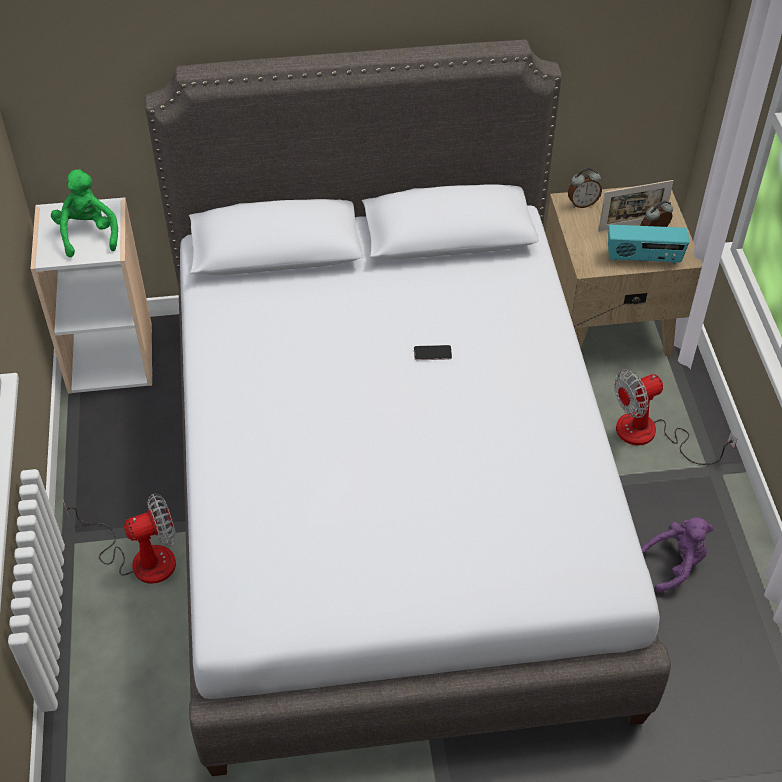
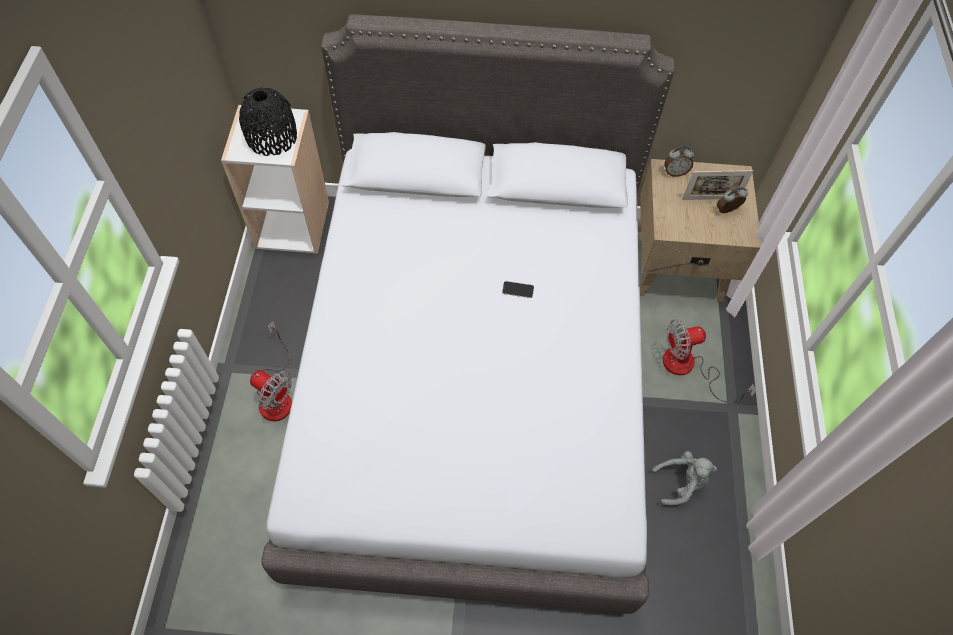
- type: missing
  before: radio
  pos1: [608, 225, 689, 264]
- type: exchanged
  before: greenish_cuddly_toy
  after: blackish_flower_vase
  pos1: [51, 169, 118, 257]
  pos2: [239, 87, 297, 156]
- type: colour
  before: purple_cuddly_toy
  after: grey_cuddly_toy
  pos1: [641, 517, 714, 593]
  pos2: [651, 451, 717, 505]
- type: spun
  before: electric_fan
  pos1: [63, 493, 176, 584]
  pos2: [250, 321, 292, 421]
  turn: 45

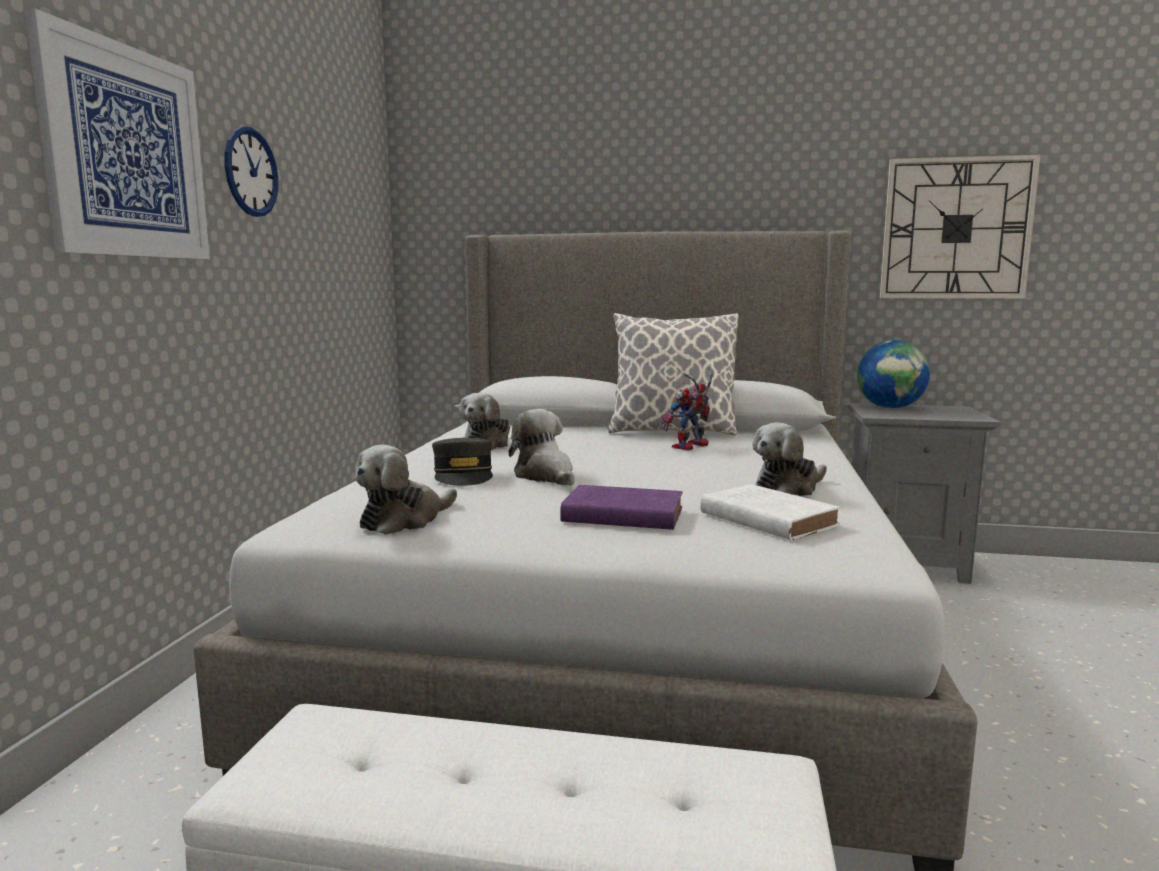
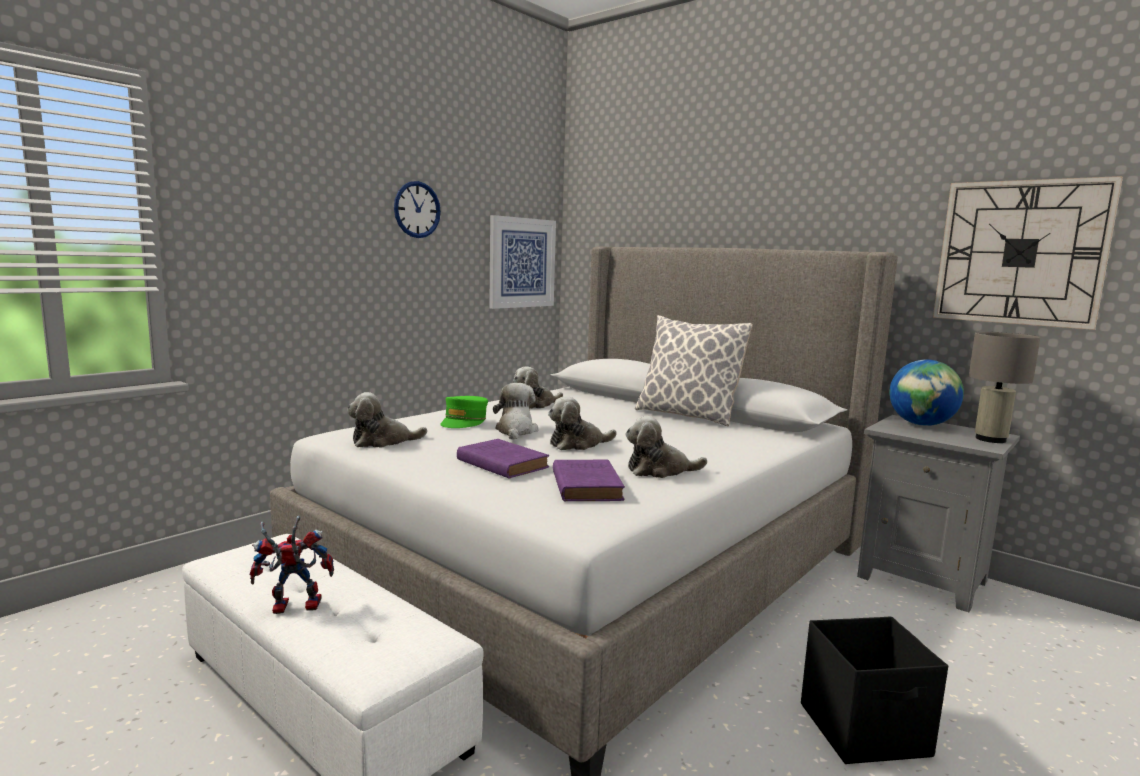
- type: appeared
  after: cuddly_toy
  pos2: [548, 396, 617, 450]
- type: appeared
  after: blackish_storage_container
  pos2: [801, 616, 948, 764]
- type: appeared
  after: grey_table_lamp
  pos2: [969, 332, 1040, 443]
- type: relocated
  before: picture
  pos1: [25, 8, 210, 259]
  pos2: [489, 215, 556, 309]
- type: relocated
  before: toy_robot
  pos1: [659, 366, 713, 450]
  pos2: [249, 516, 334, 614]
- type: colour
  before: grey_baseball_cap
  after: greenish_baseball_cap
  pos1: [432, 438, 493, 486]
  pos2: [440, 396, 488, 428]
- type: colour
  before: whitish_bound_book
  after: purple_bound_book
  pos1: [700, 484, 841, 540]
  pos2: [553, 460, 625, 501]

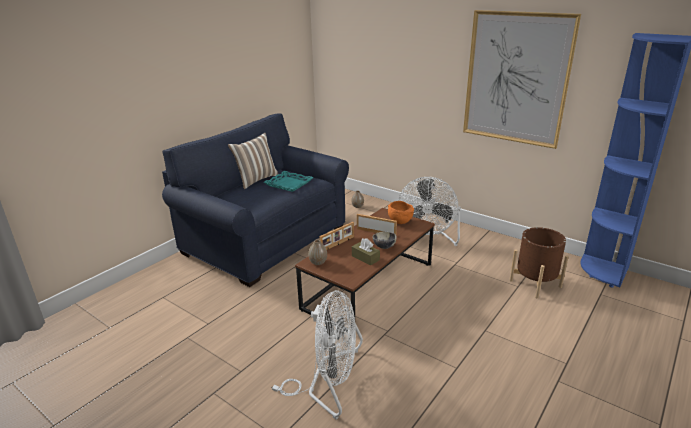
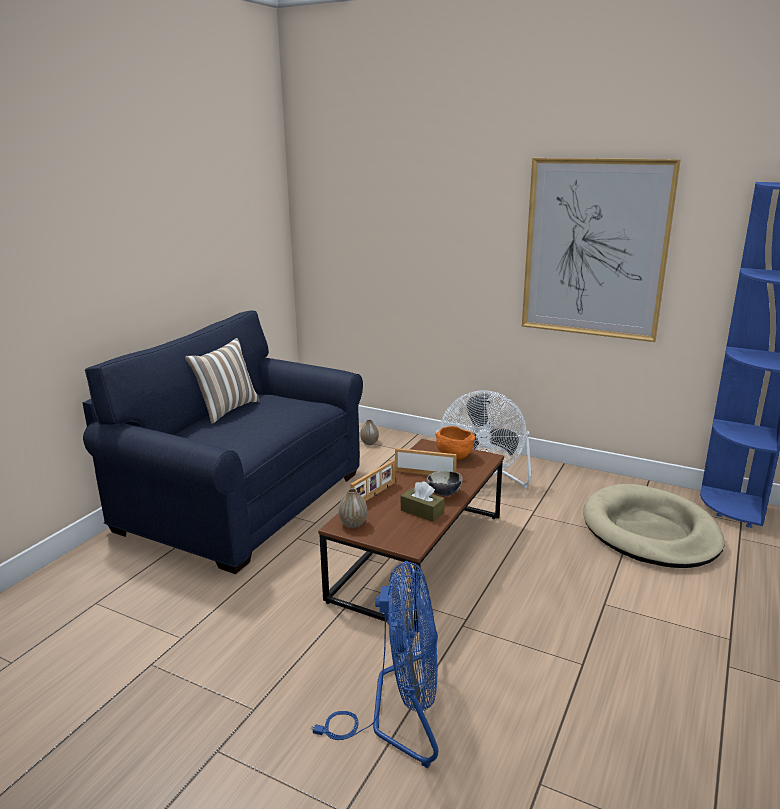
- type: missing
  before: turquoise-coloured_serving_tray
  pos1: [264, 171, 314, 192]
- type: exchanged
  before: brown-coloured_flower_pot
  after: beige-coloured_dog_cushion
  pos1: [509, 227, 569, 298]
  pos2: [583, 484, 725, 568]
- type: colour
  before: whitish_electric_fan
  after: blue_electric_fan
  pos1: [271, 290, 363, 420]
  pos2: [311, 561, 438, 769]

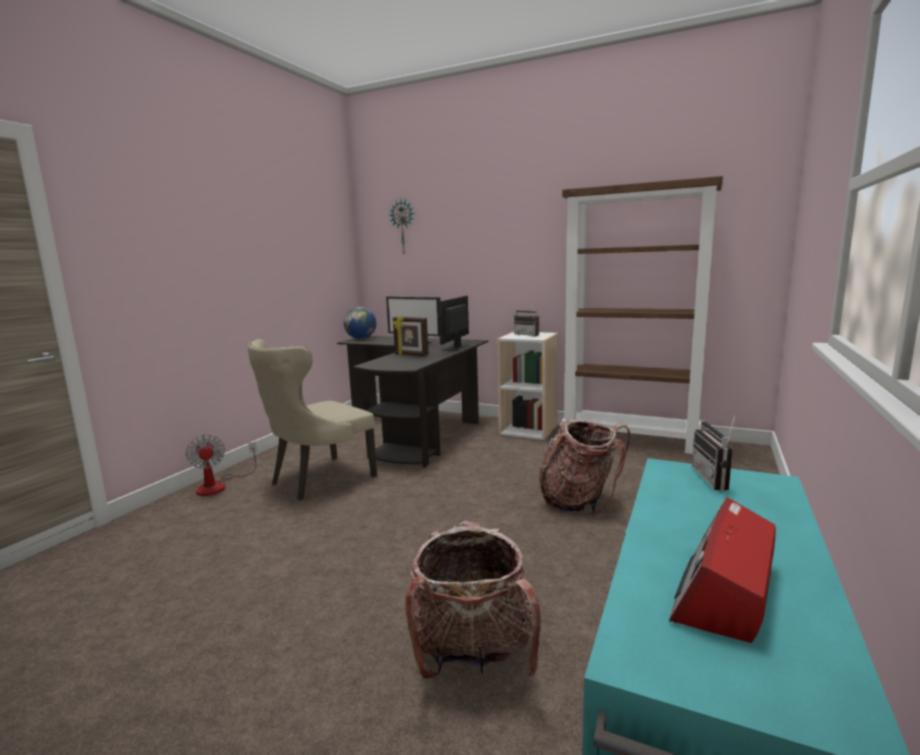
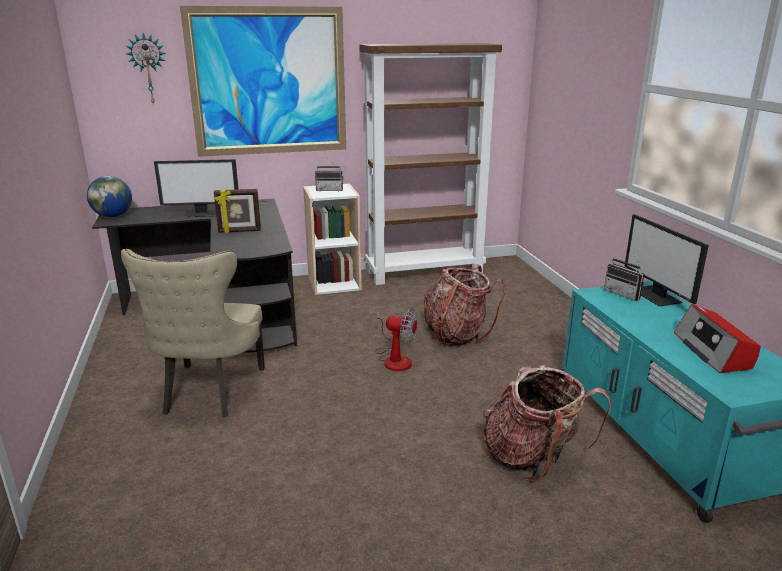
- type: appeared
  after: picture
  pos2: [180, 6, 346, 157]
- type: relocated
  before: electric_fan
  pos1: [186, 435, 257, 496]
  pos2: [375, 308, 418, 371]
- type: relocated
  before: computer_screen
  pos1: [438, 296, 470, 351]
  pos2: [625, 214, 709, 307]

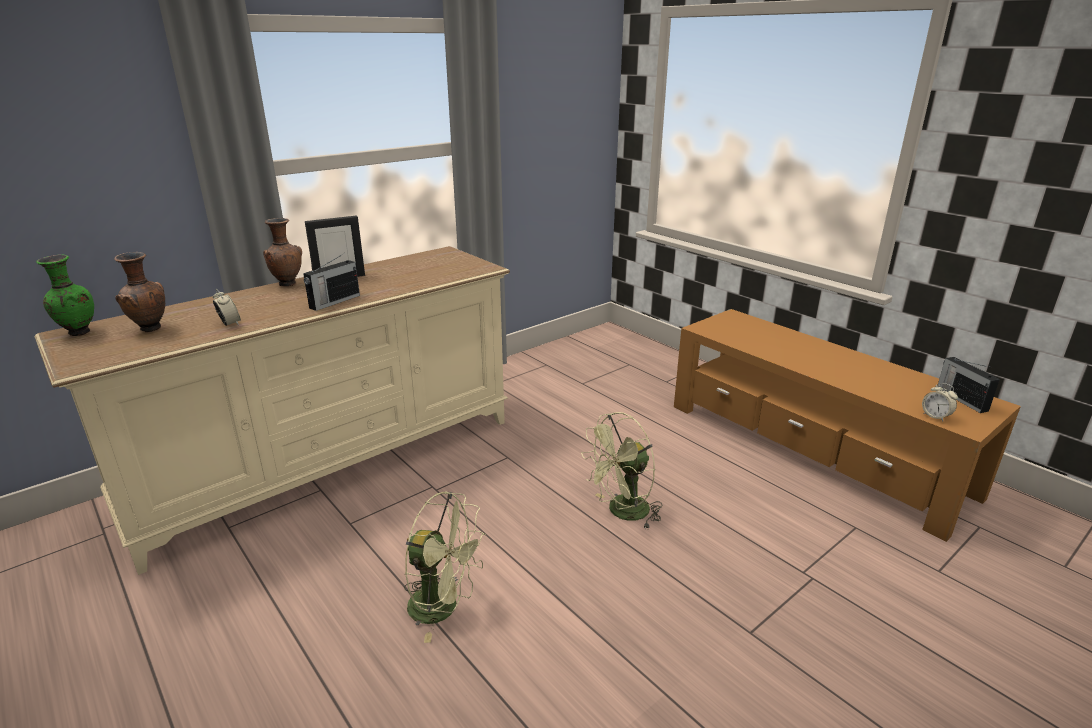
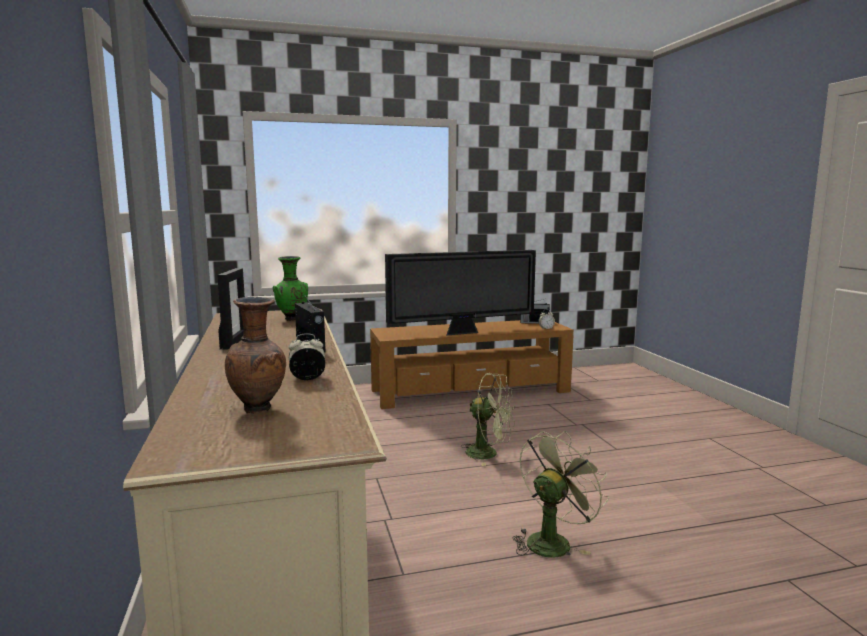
- type: missing
  before: brown-coloured_flower_vase
  pos1: [263, 218, 302, 286]
- type: appeared
  after: TV
  pos2: [385, 250, 536, 336]
- type: relocated
  before: greenish_flower_vase
  pos1: [36, 255, 94, 336]
  pos2: [273, 256, 308, 321]
- type: spun
  before: greenish_electric_fan
  pos1: [581, 412, 663, 528]
  pos2: [460, 373, 515, 466]
  turn: -60

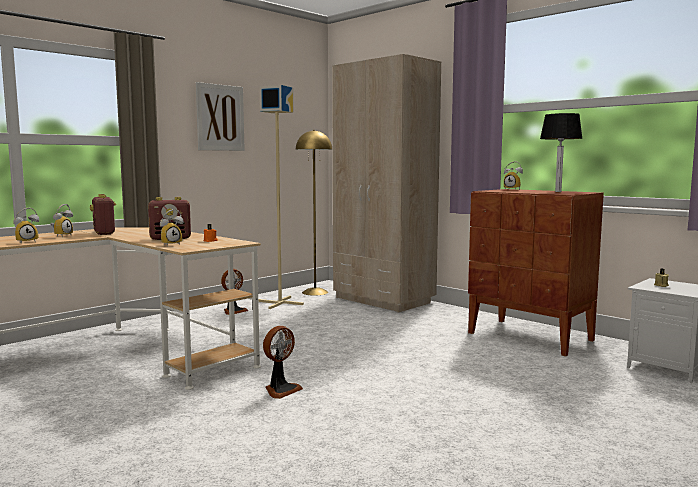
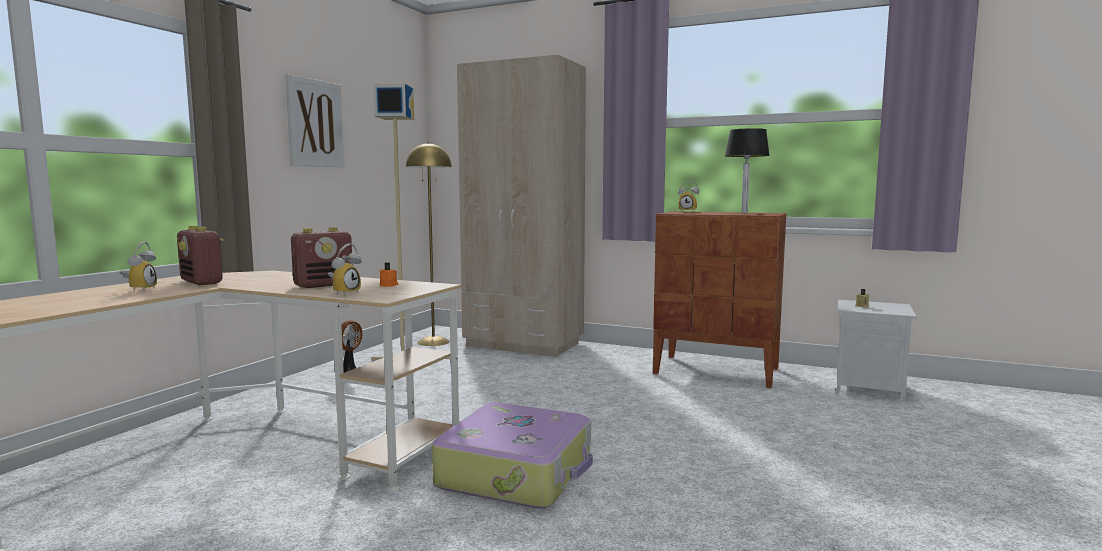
- type: missing
  before: alarm_clock
  pos1: [13, 208, 39, 244]
- type: exchanged
  before: electric_fan
  after: piece_of_luggage
  pos1: [263, 326, 303, 399]
  pos2: [432, 402, 593, 508]

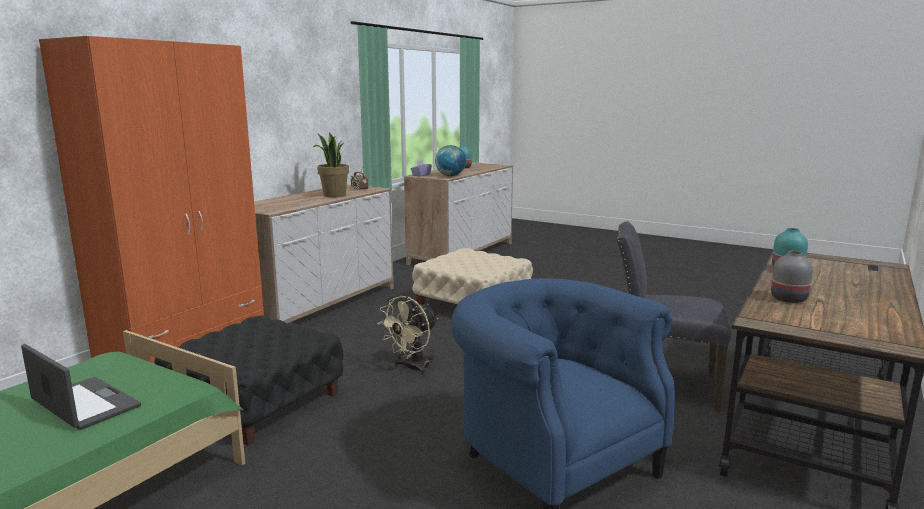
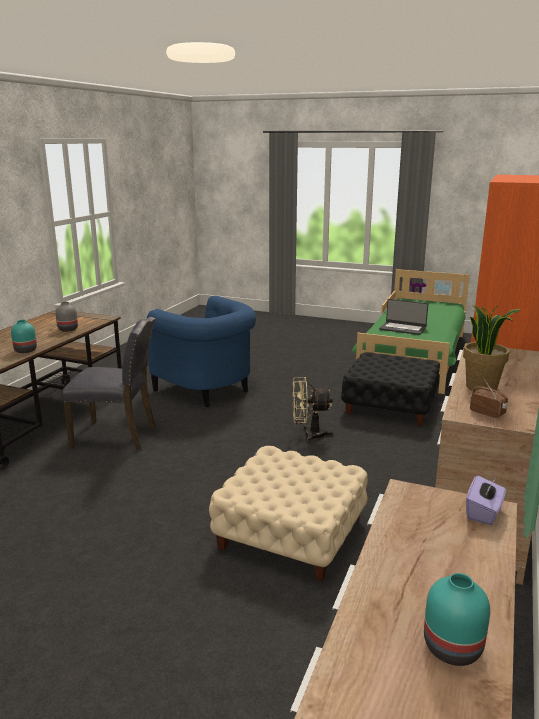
- type: missing
  before: desk_globe
  pos1: [435, 145, 466, 176]
- type: spun
  before: beige-coloured_electric_fan
  pos1: [378, 296, 438, 375]
  pos2: [292, 377, 333, 443]
  turn: -120

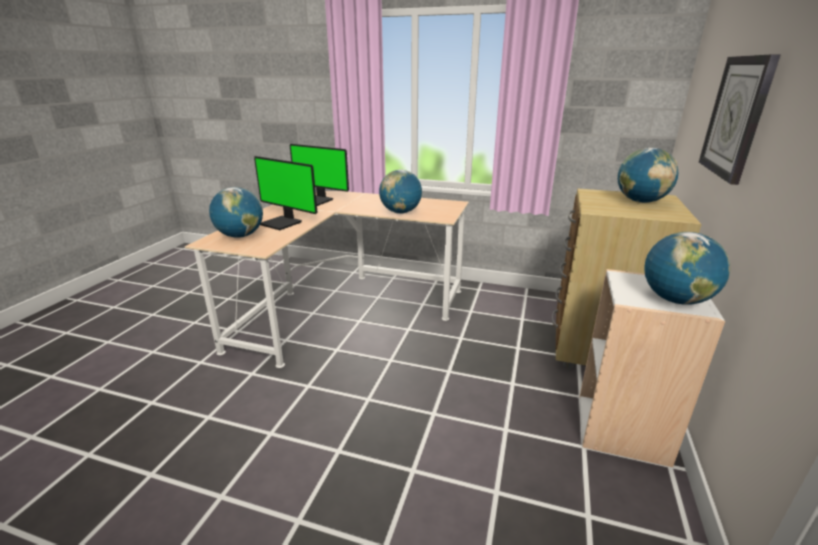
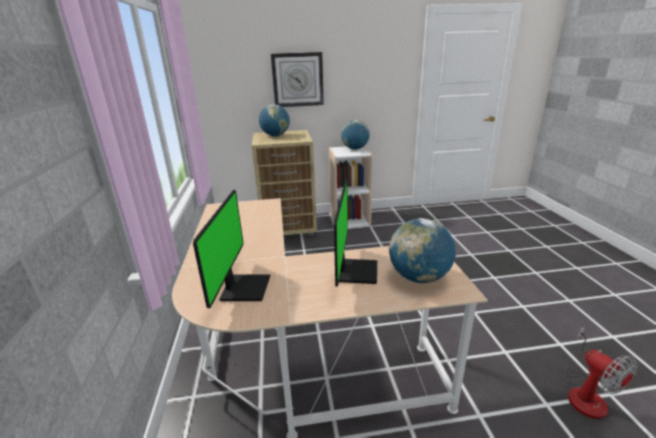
- type: missing
  before: desk_globe
  pos1: [379, 169, 422, 214]
- type: appeared
  after: electric_fan
  pos2: [563, 327, 637, 419]

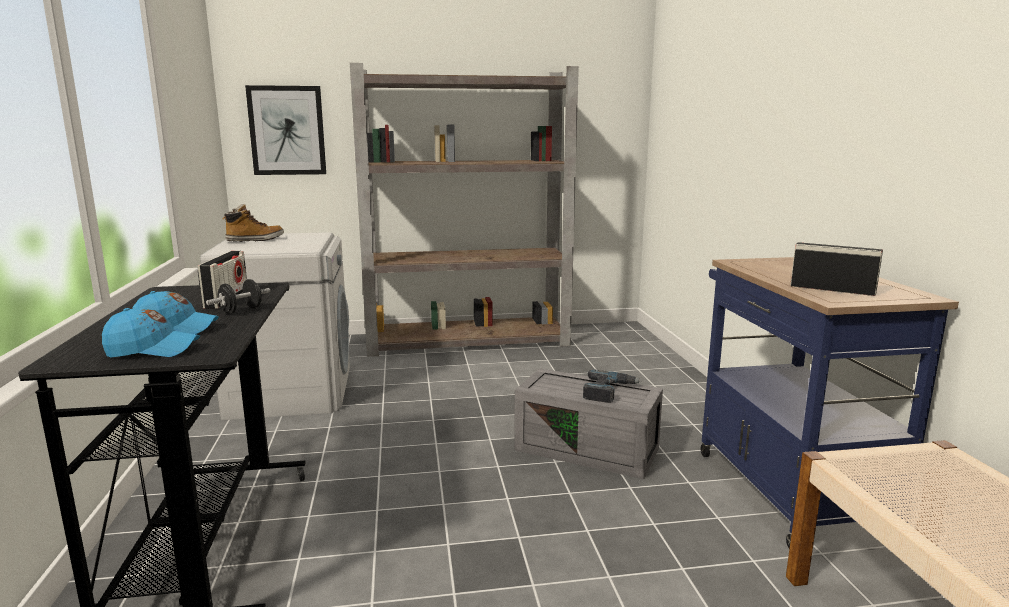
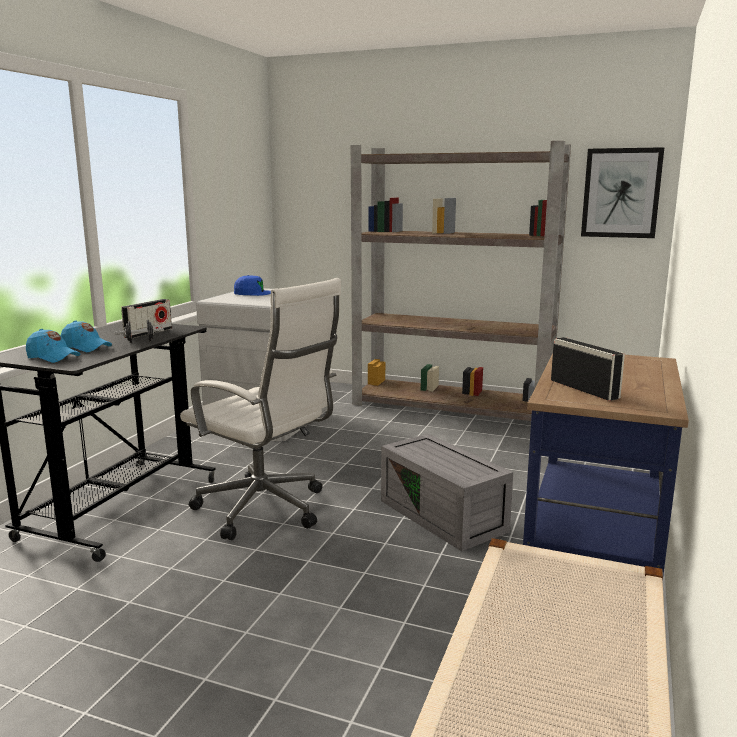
- type: missing
  before: power_drill
  pos1: [583, 369, 641, 403]
- type: appeared
  after: whitish_office_chair
  pos2: [180, 278, 341, 540]
- type: relocated
  before: picture
  pos1: [245, 85, 326, 175]
  pos2: [581, 147, 664, 238]
- type: exchanged
  before: tall_boot
  after: blue_baseball_cap
  pos1: [223, 204, 284, 242]
  pos2: [234, 275, 271, 296]

